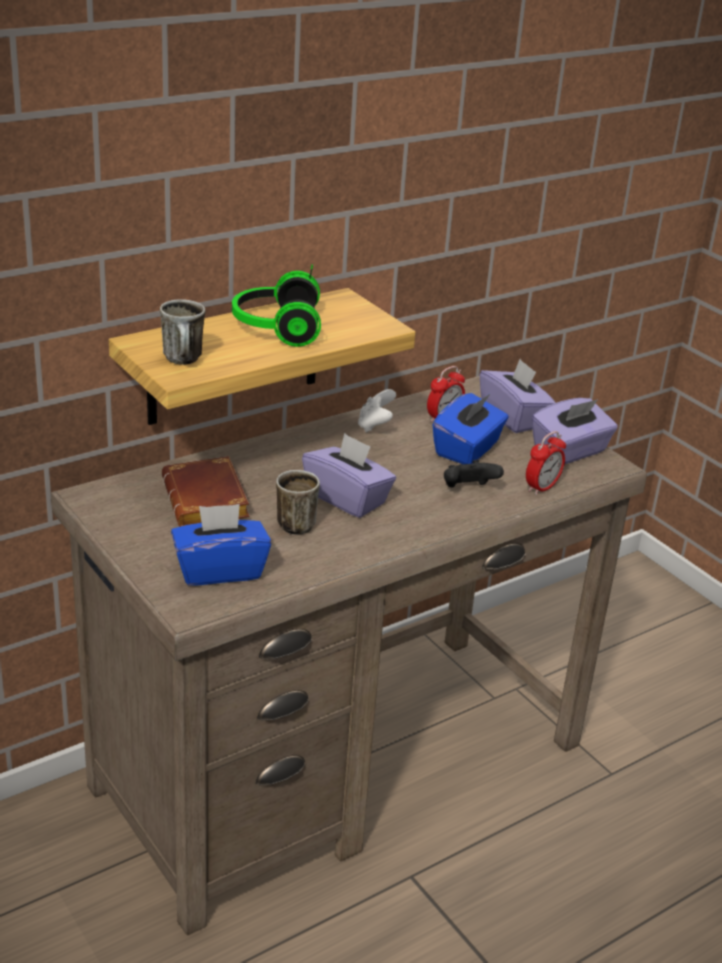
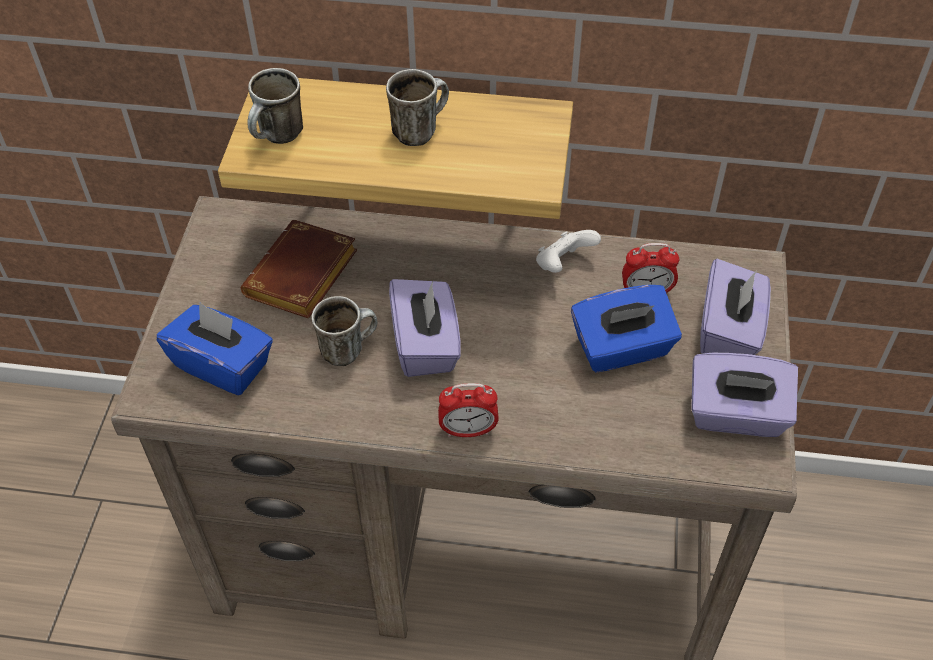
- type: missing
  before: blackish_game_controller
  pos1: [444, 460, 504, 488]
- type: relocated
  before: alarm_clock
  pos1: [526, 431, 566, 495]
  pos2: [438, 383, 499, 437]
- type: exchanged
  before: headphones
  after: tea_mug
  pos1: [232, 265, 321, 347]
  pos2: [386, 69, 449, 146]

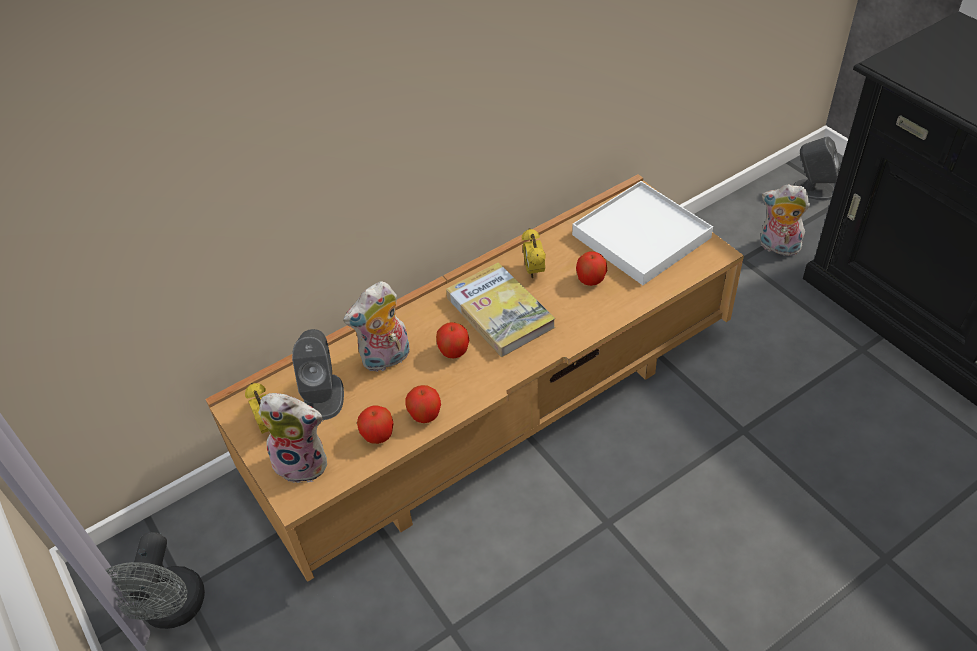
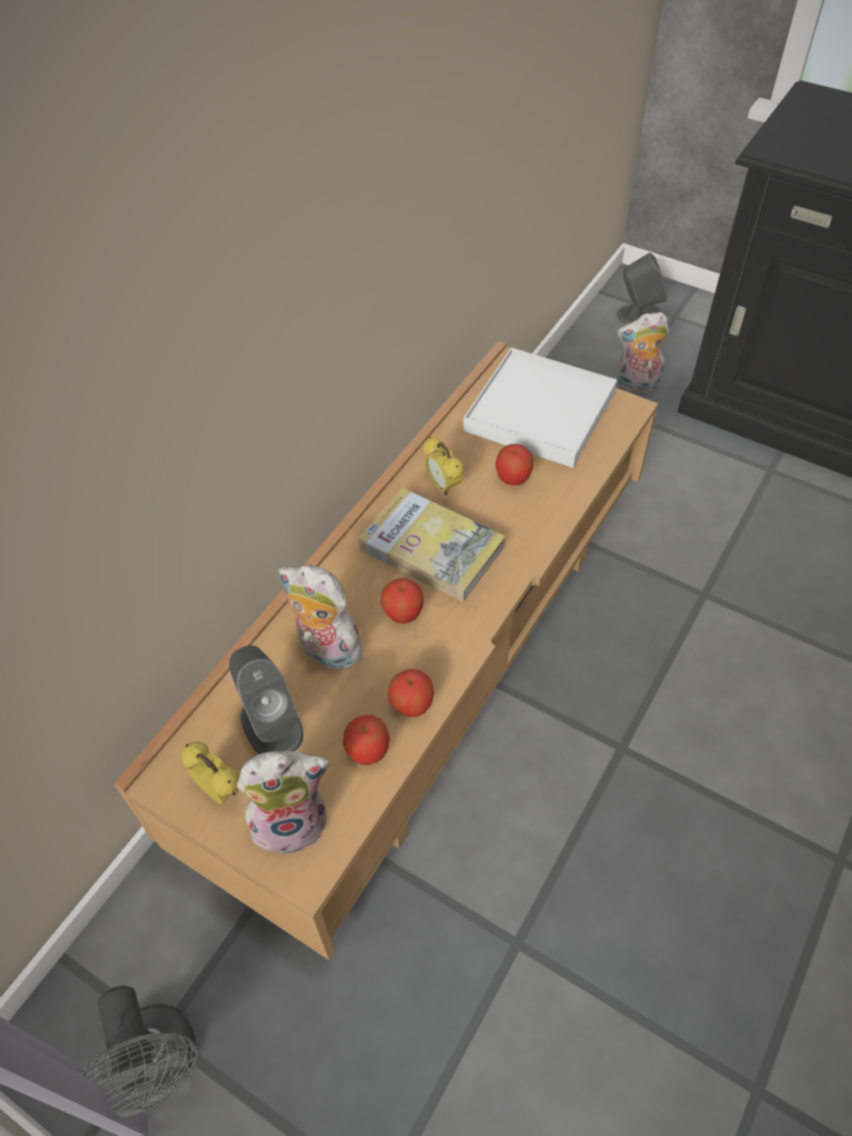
- type: spun
  before: cuddly_toy
  pos1: [343, 281, 410, 372]
  pos2: [279, 565, 368, 672]
  turn: 90

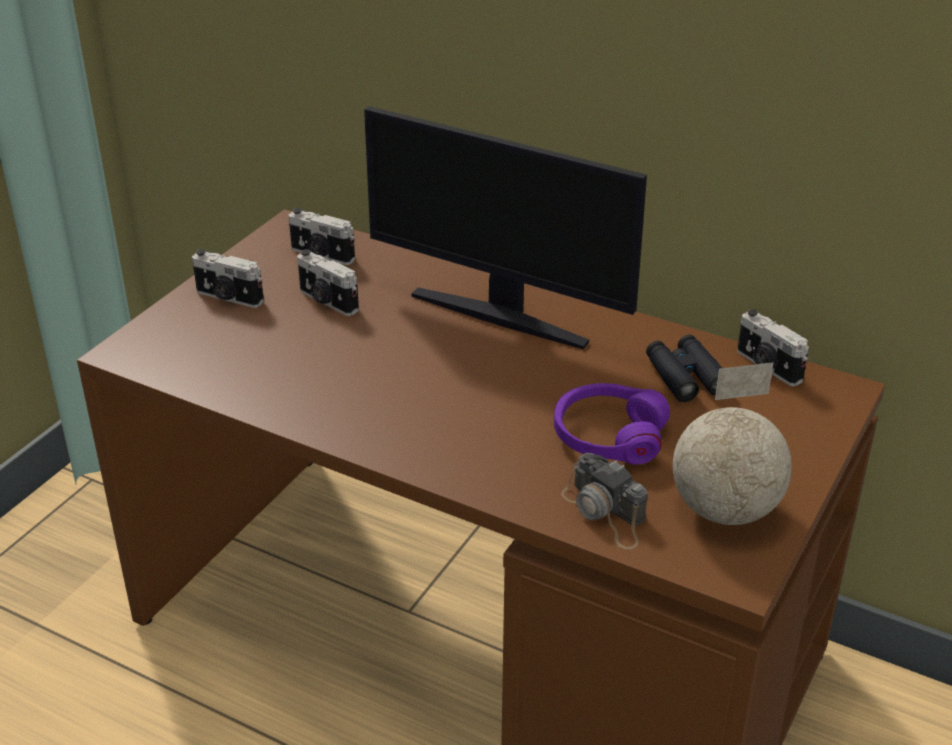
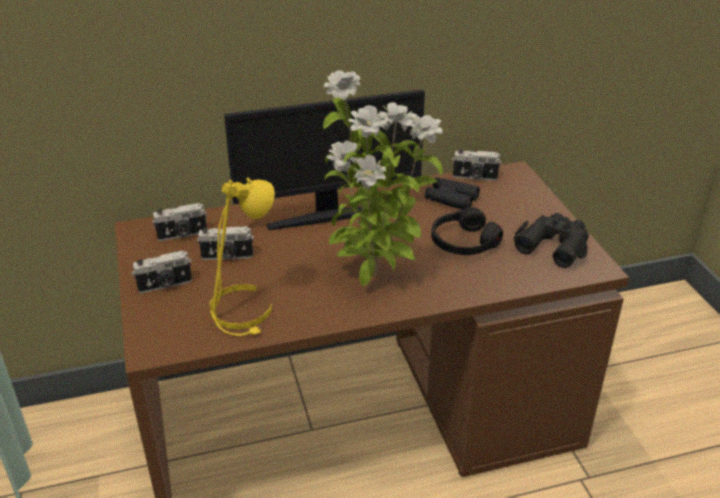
- type: missing
  before: still_camera
  pos1: [561, 453, 648, 549]
- type: appeared
  after: yellow-coloured_table_lamp
  pos2: [210, 178, 275, 336]
- type: appeared
  after: potted_plant
  pos2: [323, 70, 443, 286]
- type: exchanged
  before: desk_globe
  after: blackish_pair_of_binoculars
  pos1: [673, 363, 792, 525]
  pos2: [514, 213, 589, 268]
- type: colour
  before: purple_headphones
  after: blackish_headphones
  pos1: [554, 383, 670, 465]
  pos2: [431, 207, 503, 255]

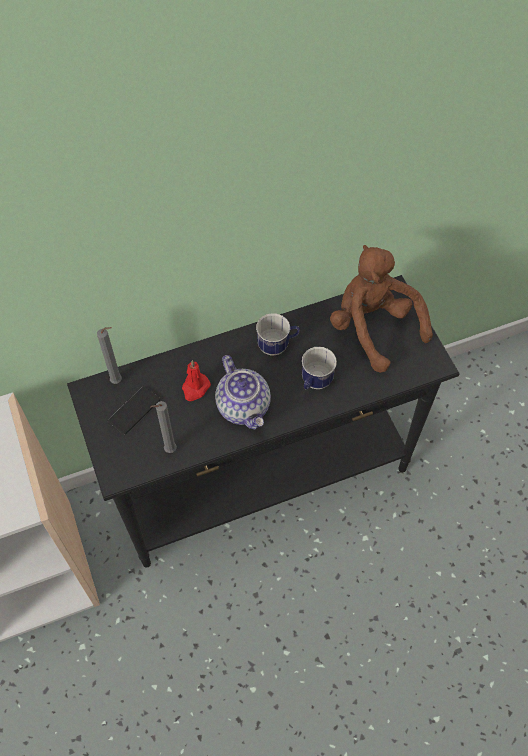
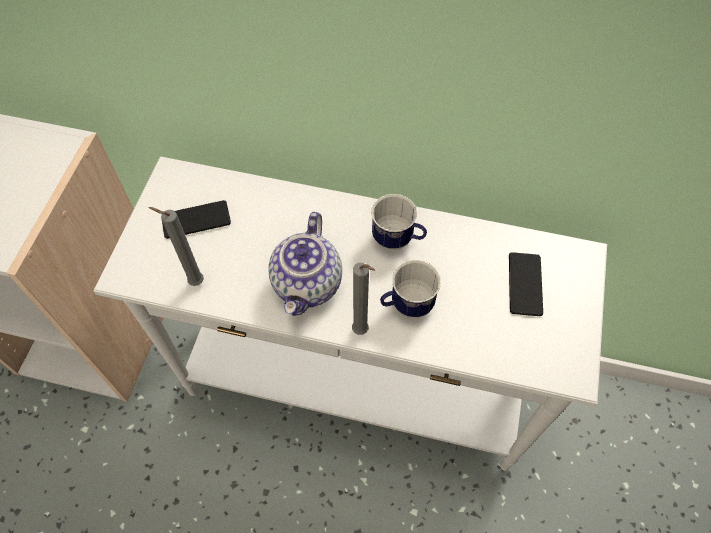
- type: missing
  before: reddish_wax_candle
  pos1: [182, 360, 211, 401]
- type: relocated
  before: grey_wax_candle
  pos1: [97, 327, 122, 384]
  pos2: [352, 263, 375, 335]
- type: exchanged
  before: brown-coloured_cuddly_toy
  after: phone
  pos1: [330, 245, 433, 373]
  pos2: [509, 252, 543, 316]
- type: colour
  before: blackish_console_table
  after: whitish_console_table
  pos1: [67, 275, 460, 568]
  pos2: [93, 157, 607, 471]

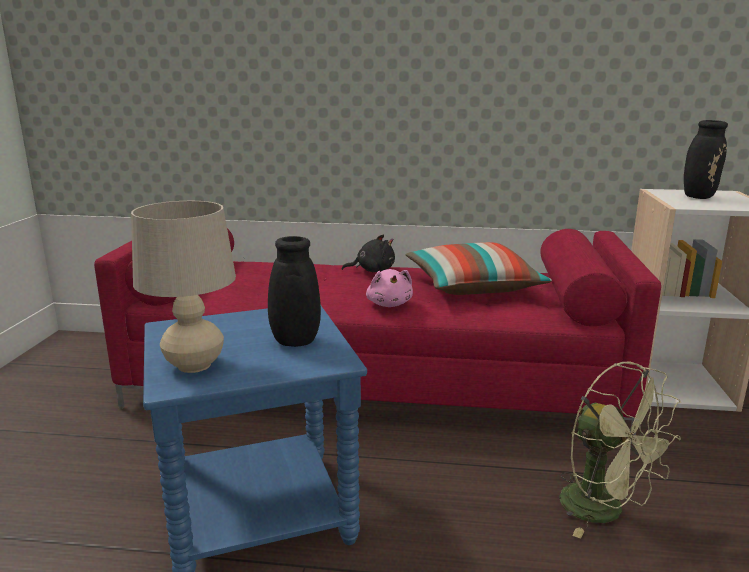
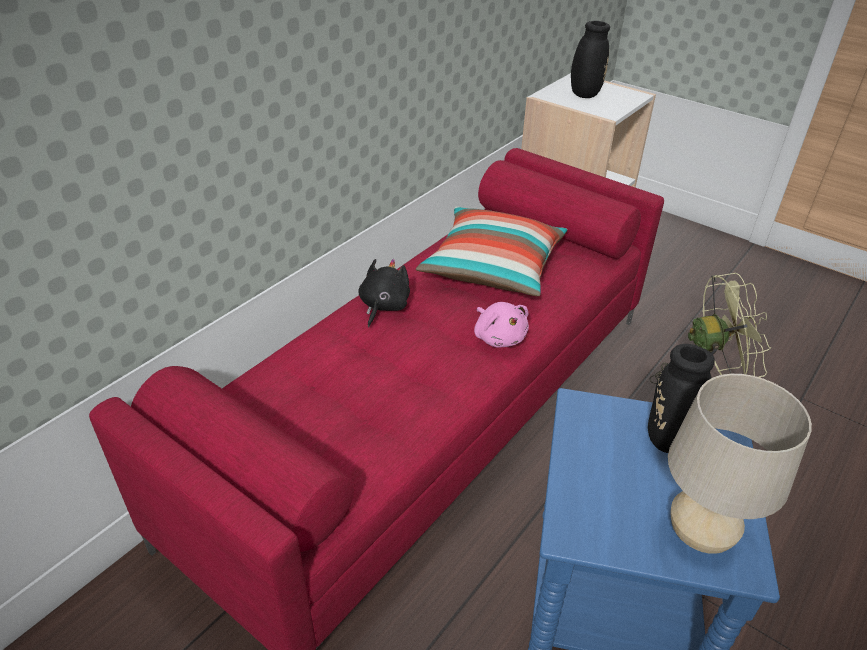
- type: spun
  before: pink_cuddly_toy
  pos1: [366, 269, 413, 307]
  pos2: [474, 302, 529, 348]
  turn: 45

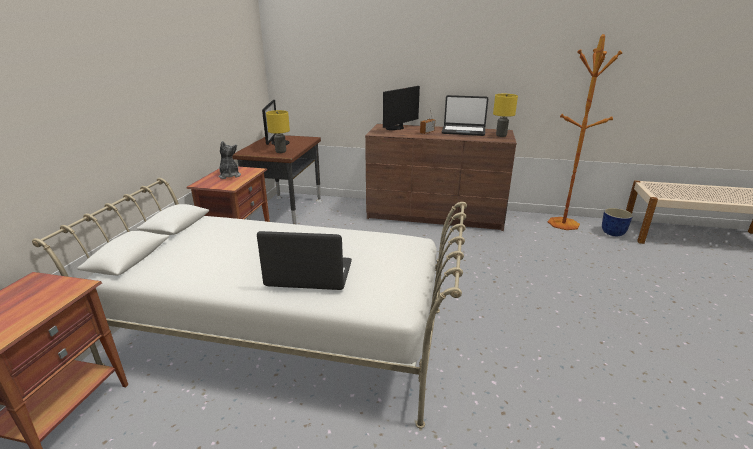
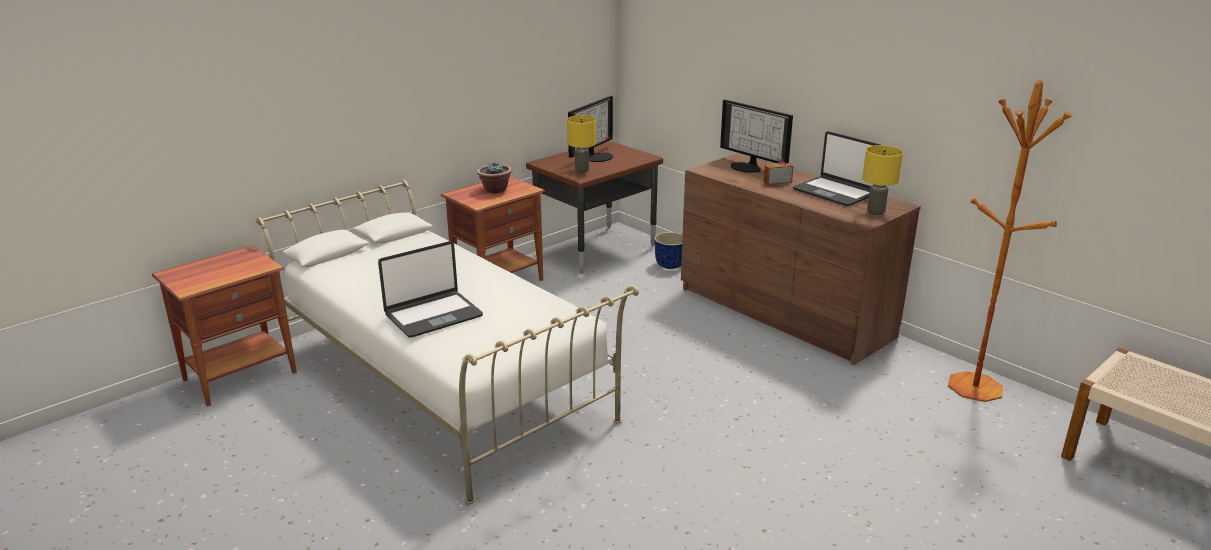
- type: relocated
  before: flower_pot
  pos1: [602, 208, 633, 236]
  pos2: [654, 232, 683, 269]
- type: exchanged
  before: cuddly_toy
  after: potted_plant
  pos1: [218, 141, 241, 179]
  pos2: [477, 163, 512, 194]
- type: spun
  before: portable_computer
  pos1: [257, 231, 352, 290]
  pos2: [378, 241, 483, 338]
  turn: 105
- type: spun
  before: computer_screen
  pos1: [383, 86, 420, 130]
  pos2: [720, 100, 793, 173]
  turn: -120

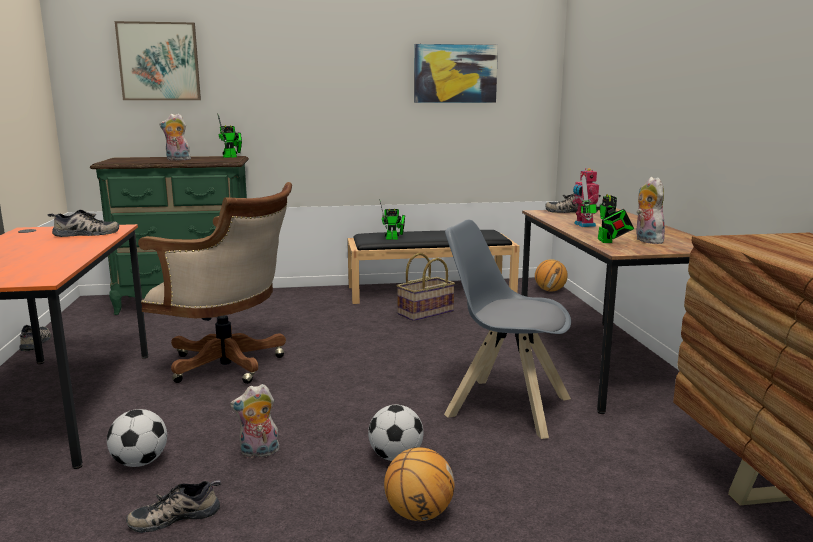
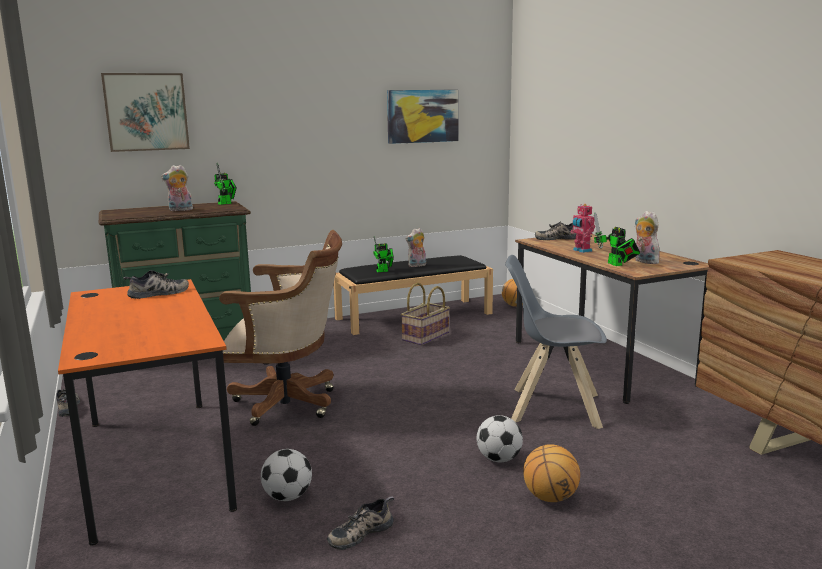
- type: relocated
  before: cuddly_toy
  pos1: [230, 384, 279, 459]
  pos2: [406, 228, 426, 267]

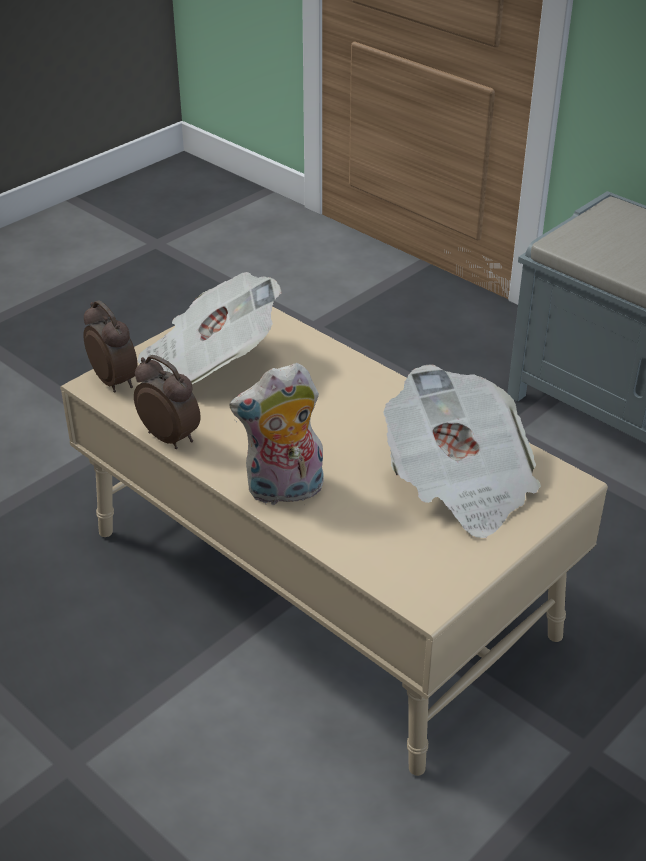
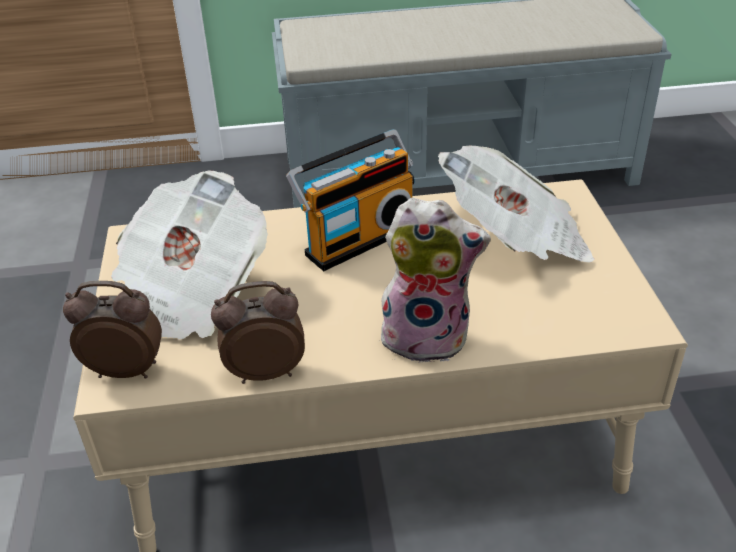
- type: appeared
  after: radio
  pos2: [286, 129, 415, 271]
- type: spun
  before: cuddly_toy
  pos1: [229, 363, 324, 505]
  pos2: [378, 197, 491, 362]
  turn: -105

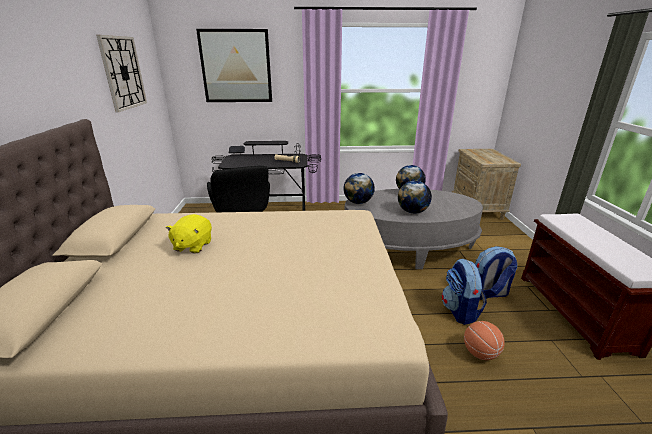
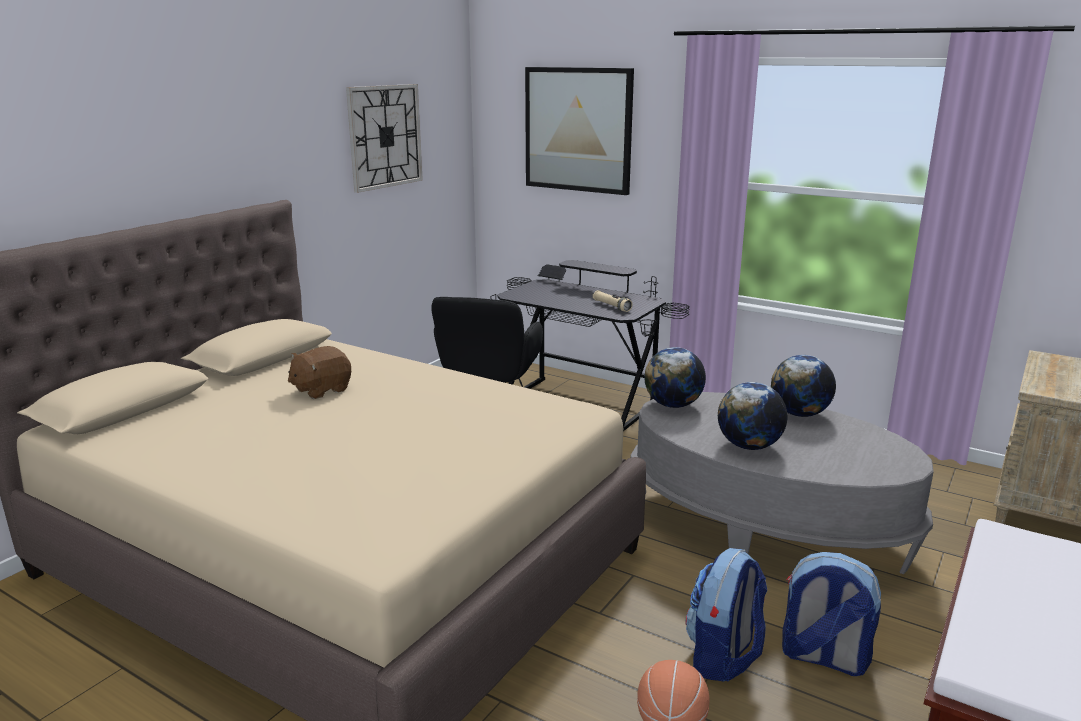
- type: colour
  before: yellow-coloured_cuddly_toy
  after: brown-coloured_cuddly_toy
  pos1: [166, 214, 212, 254]
  pos2: [288, 346, 351, 399]

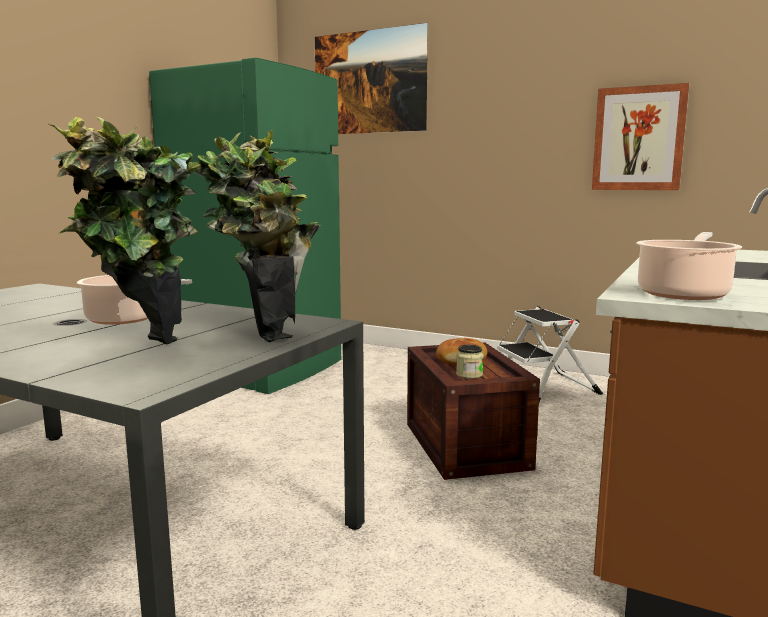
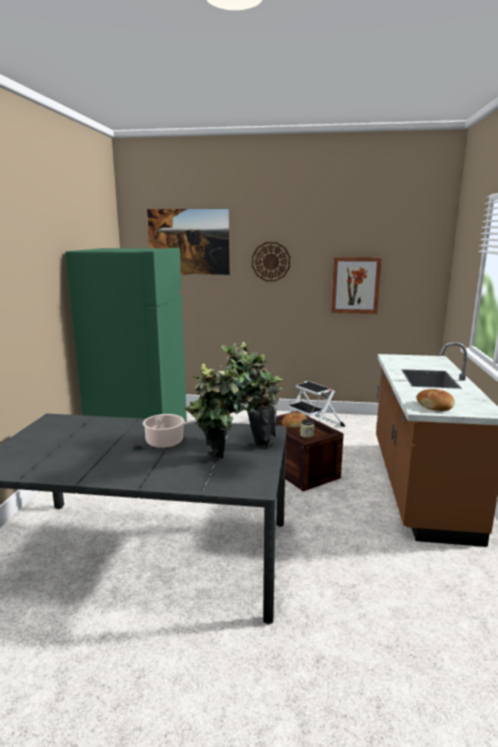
- type: appeared
  after: hanging_clock
  pos2: [252, 242, 290, 282]
- type: exchanged
  before: stockpot
  after: bread
  pos1: [636, 232, 742, 300]
  pos2: [416, 389, 455, 411]

